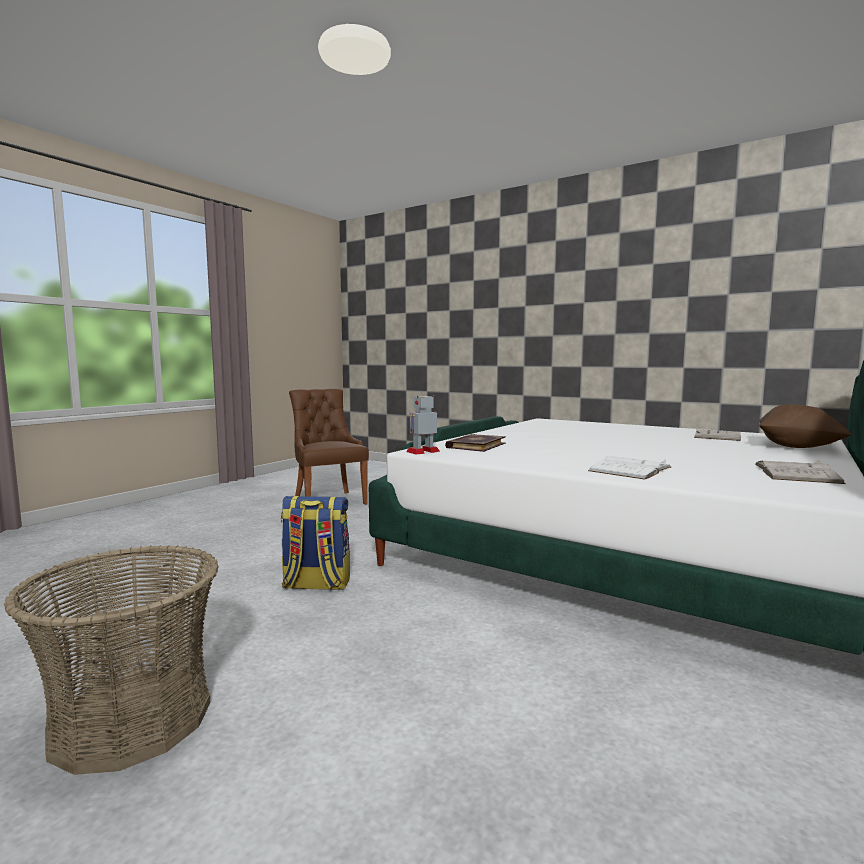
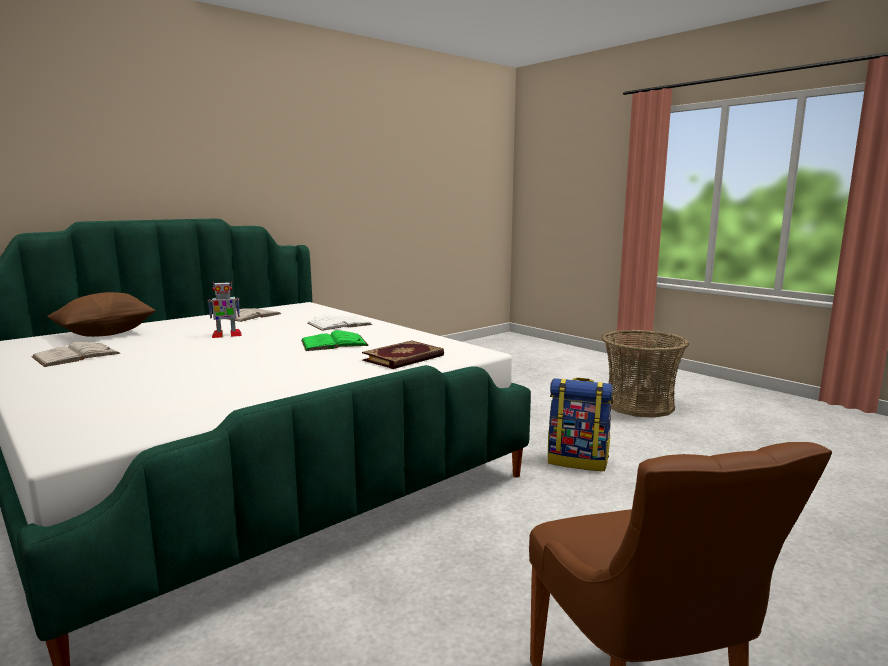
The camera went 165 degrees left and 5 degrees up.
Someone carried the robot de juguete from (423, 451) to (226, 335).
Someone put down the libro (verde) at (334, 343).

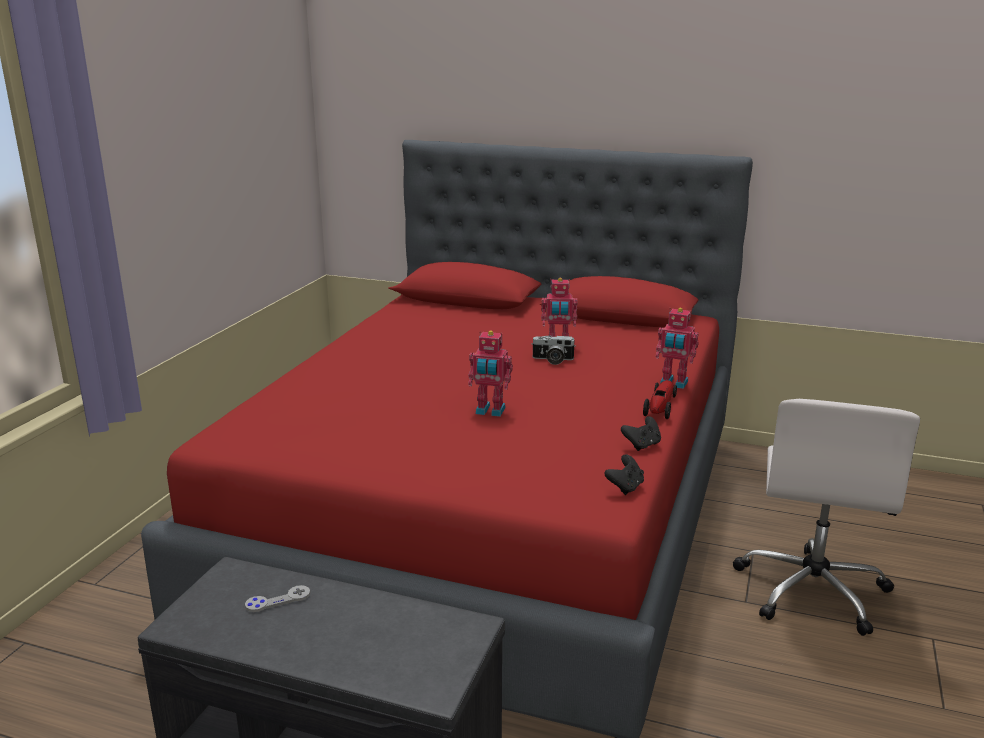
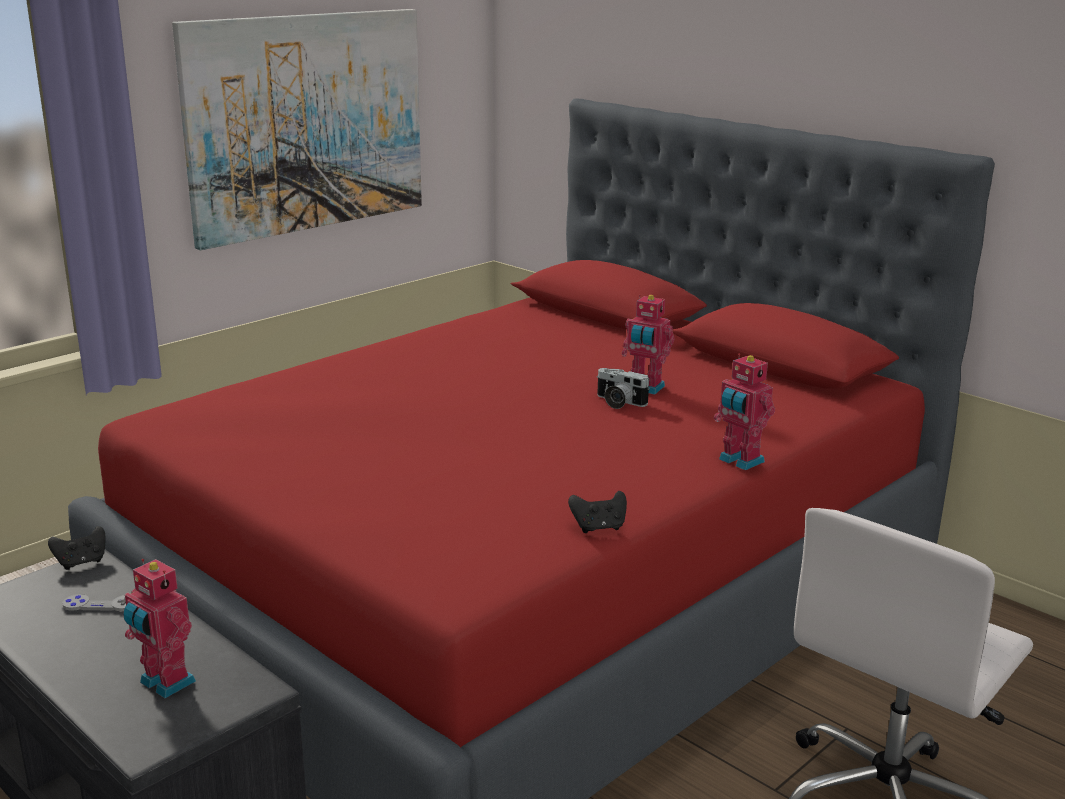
The camera went 25 degrees right and 0 degrees up.
Someone carried the mando de consola (negro) from (625, 487) to (81, 562).
Someone carried the robot de juguete from (490, 411) to (164, 683).
Someone put up the cuadro at (307, 123).
Someone took away the coche de juguete at (660, 406).

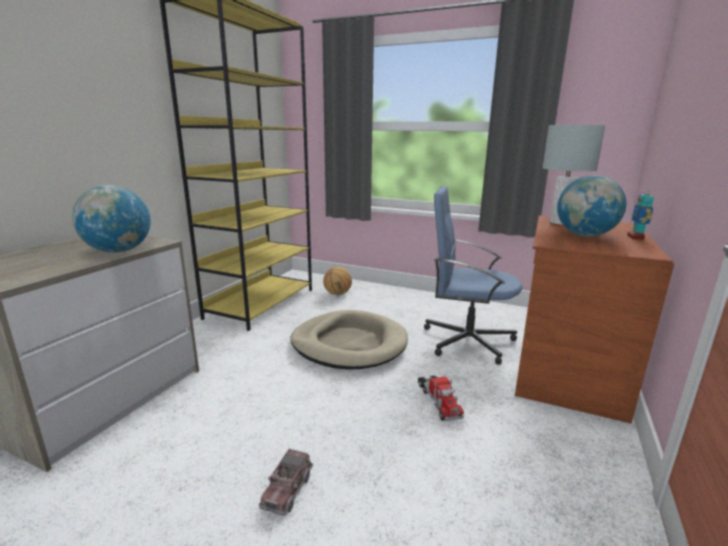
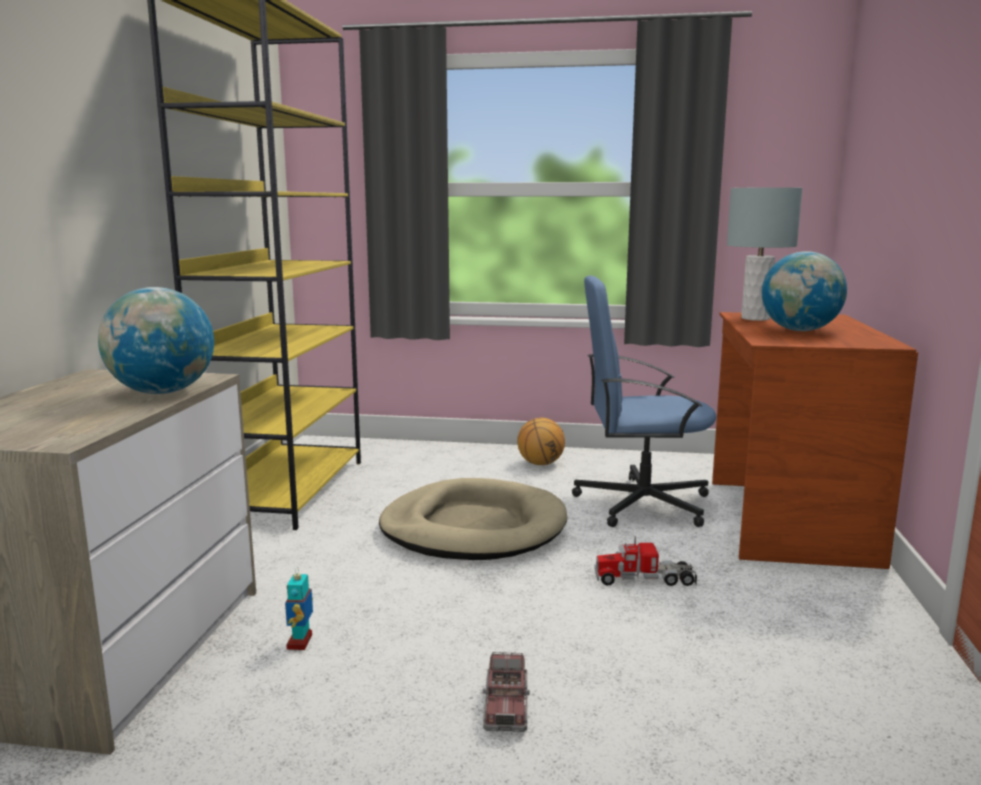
The camera went 15 degrees left and 5 degrees down.
Someone carried the robot de juguete from (636, 237) to (300, 642).
Someone carried the balón de baloncesto from (337, 294) to (540, 464).
Someone rotated the camión de juguete at (438, 401) by 120 degrees clockwise.

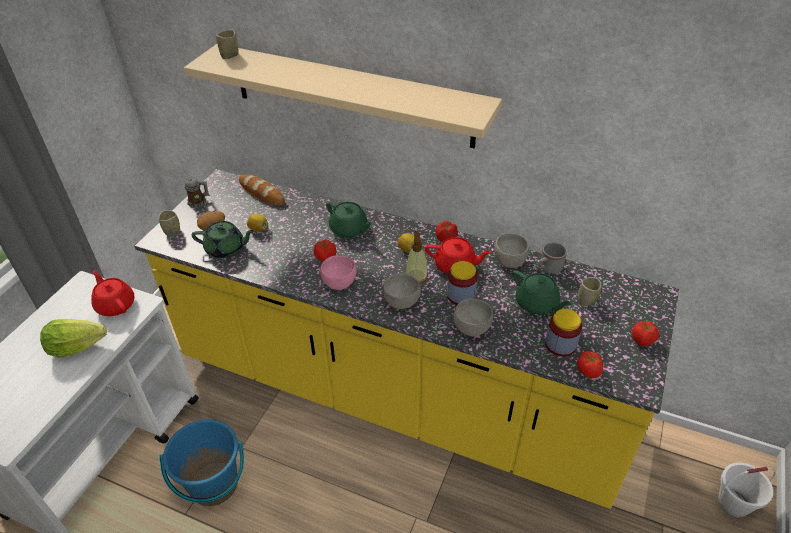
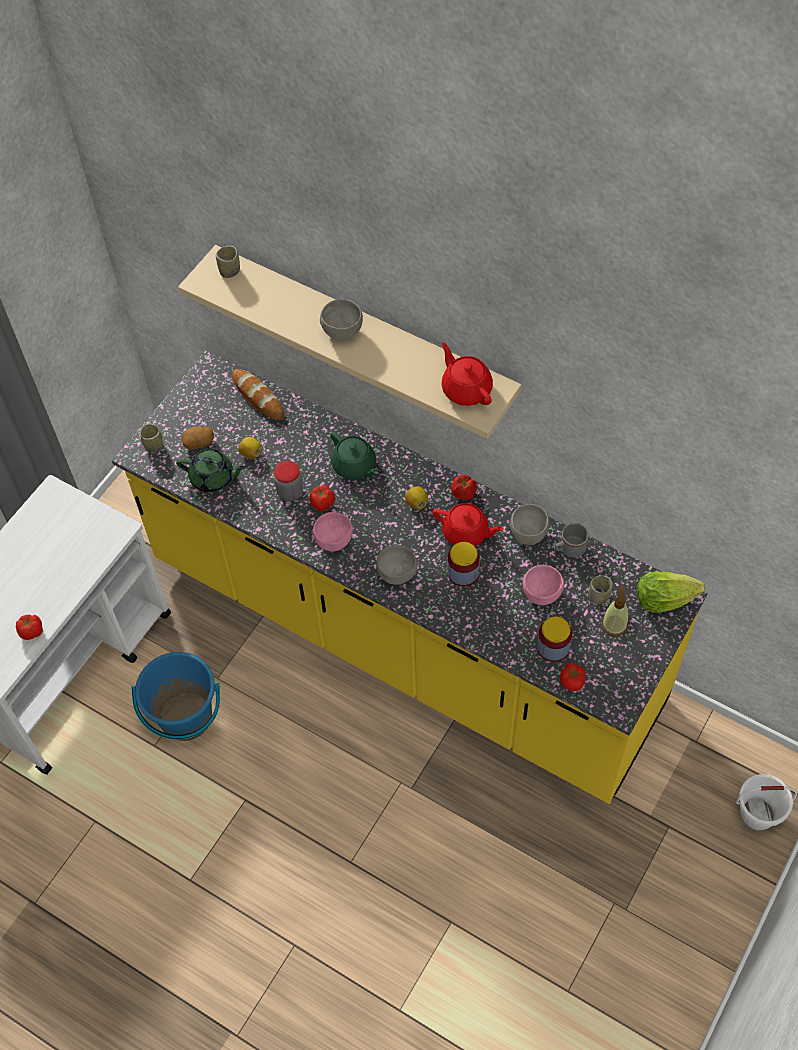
The camera went 10 degrees right and 15 degrees up.
Someone carried the tomate from (642, 340) to (32, 632).
Someone put down the tarro at (290, 492).
Someone carried the cuenco (gris) from (471, 327) to (342, 331).
Someone carried the tetera (rojo) from (115, 305) to (466, 389).
Someone swapped the tetera (verde) at (537, 304) for the cuenco (rosa) at (543, 594).
Someone carried the dispensador de jabón from (416, 276) to (614, 625).
Someone carried the lechuga from (76, 347) to (663, 599).
Someone took away the taza grande at (199, 202).

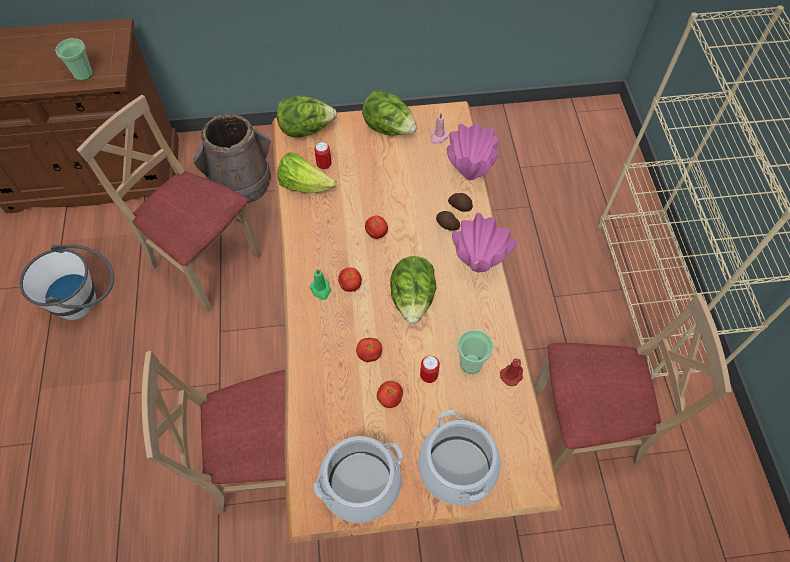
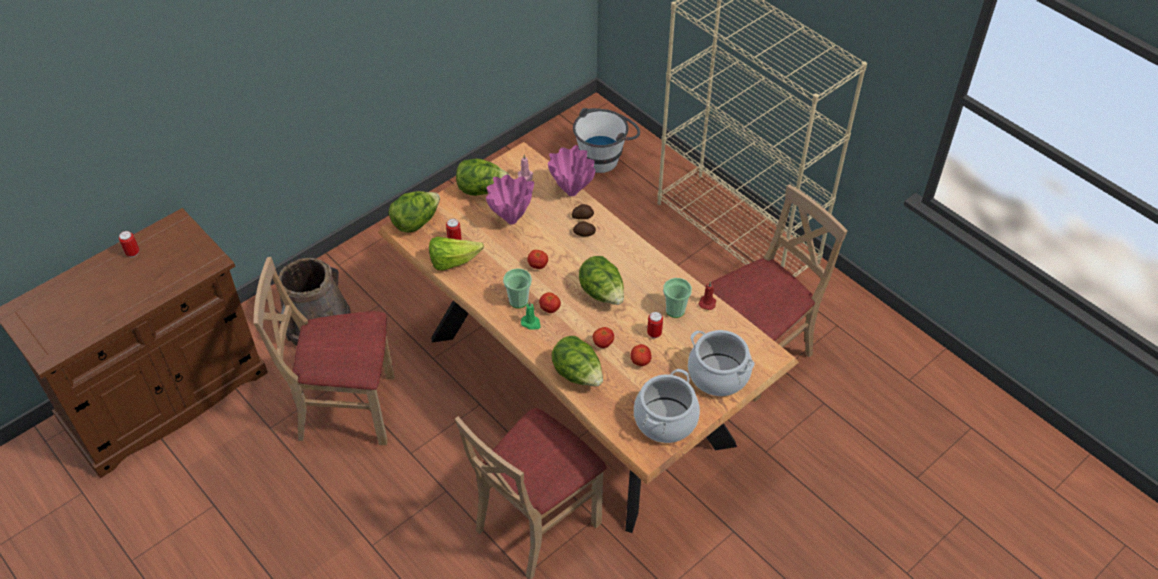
The camera went 35 degrees left and 10 degrees down.
Someone put down the lata at (132, 253).
Someone carried the florero (rosa) from (477, 266) to (510, 221).
Someone carried the taza from (83, 74) to (518, 301).
Someone put down the lechuga at (578, 374).
Someone carried the cubo (blanco) from (85, 300) to (605, 156).

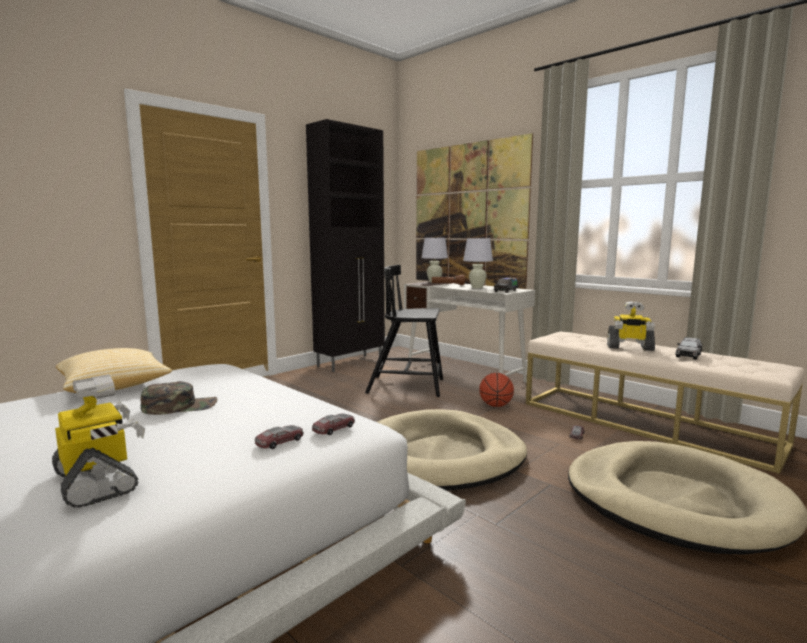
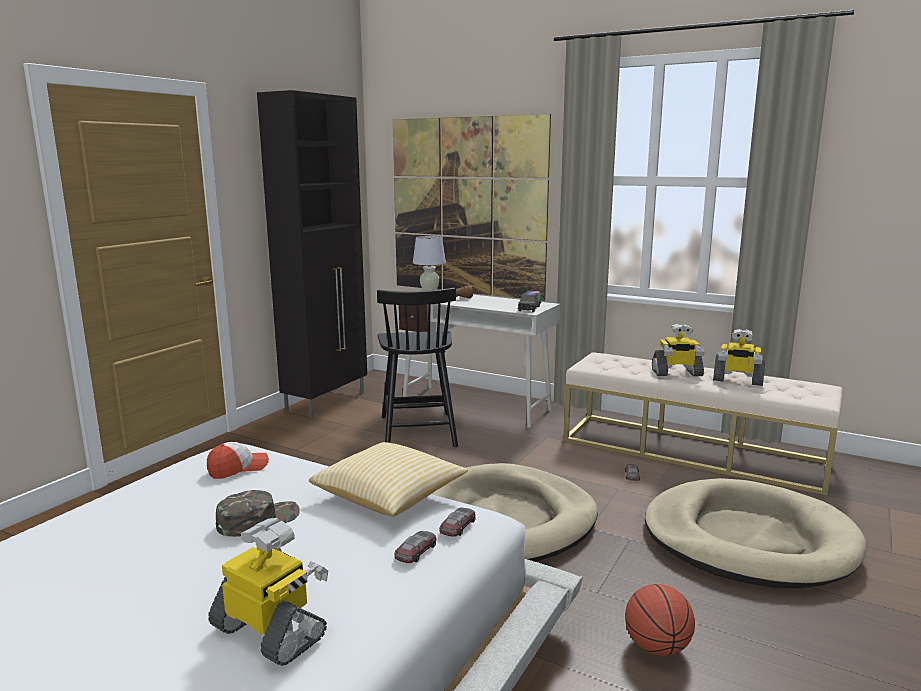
The camera went 15 degrees left and 5 degrees up.
Someone put down the gorra at (238, 469).
Someone carried the cojín from (115, 386) to (390, 496).
Someone rotated the silla (negro) at (407, 386) by 90 degrees counterclockwise.
Someone carried the balón de baloncesto from (496, 406) to (657, 648).
Someone swapped the coche de juguete (gris) at (688, 355) for the robot de juguete at (737, 380).
Someone took away the lámpara de mesa (blanco) at (477, 287).

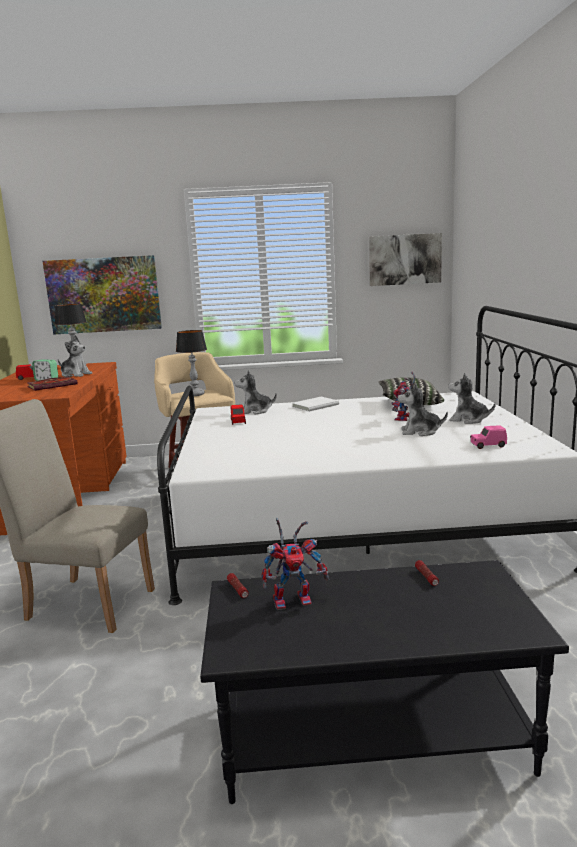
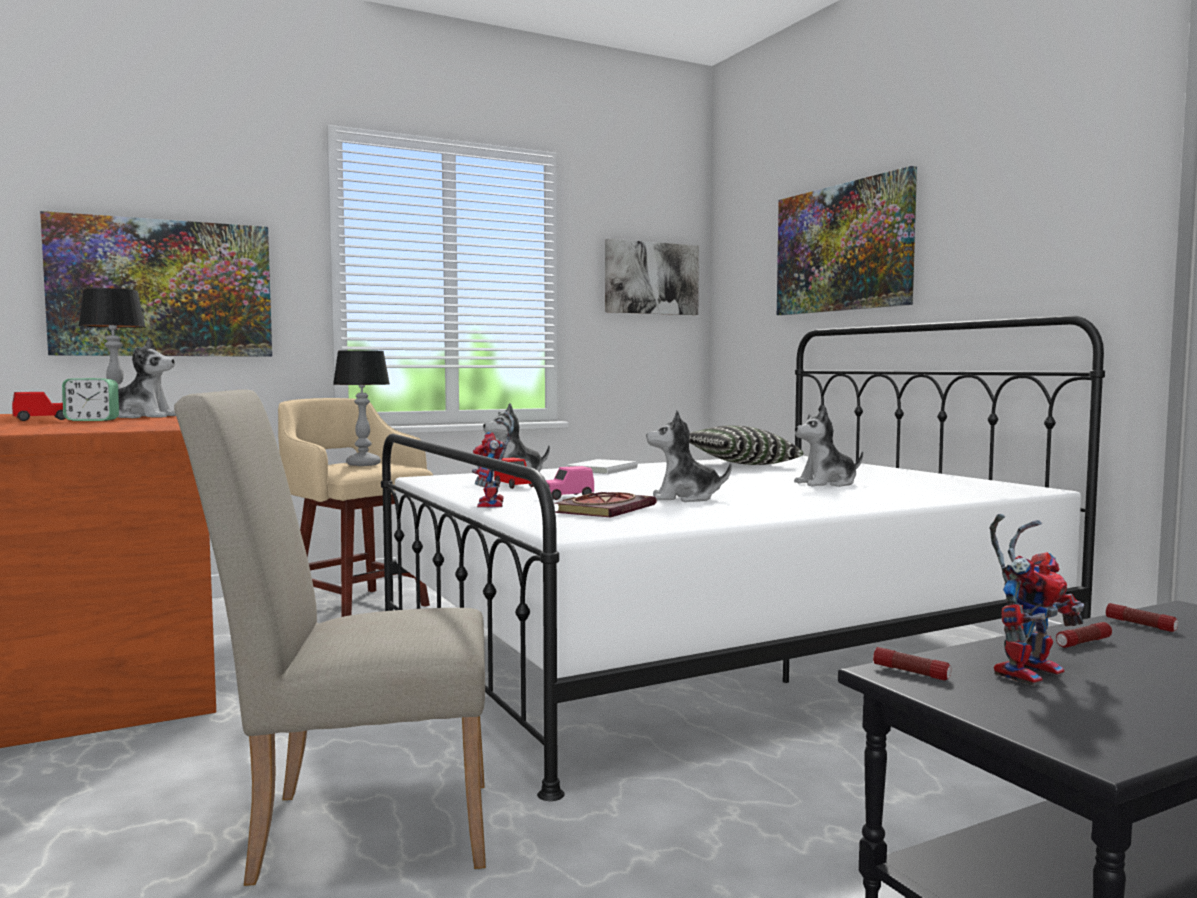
The camera went 25 degrees left and 10 degrees down.
Someone carried the robot de juguete from (403, 418) to (493, 505).
Someone carried the coche de juguete (rosa) from (488, 445) to (566, 497).
Someone carried the libro from (53, 385) to (605, 509).
Someone carried the peluche from (468, 420) to (685, 498).
Someone put up the cuadro at (842, 248).
Someone put down the linterna at (1083, 643).

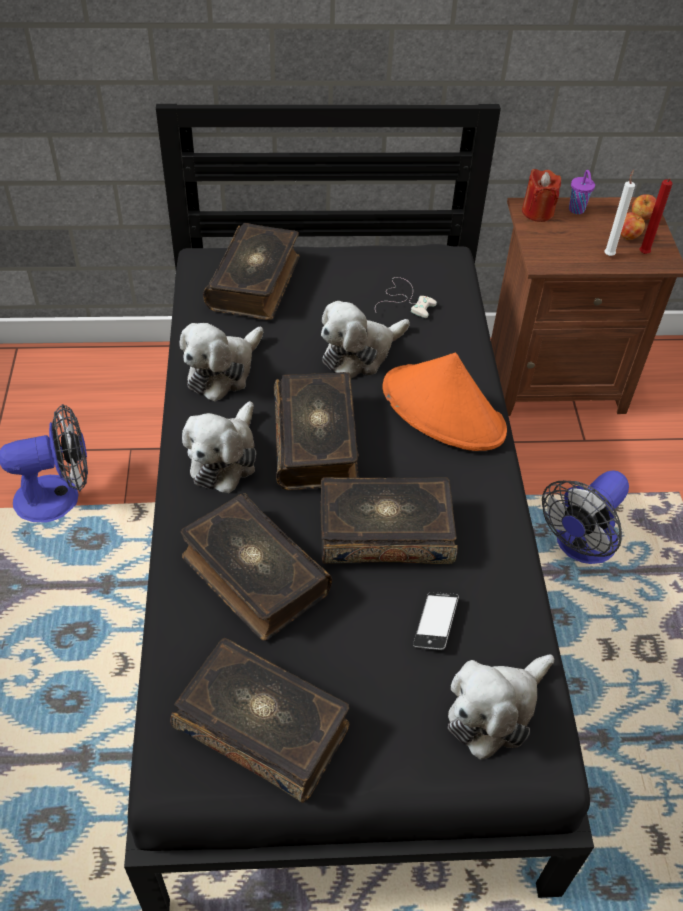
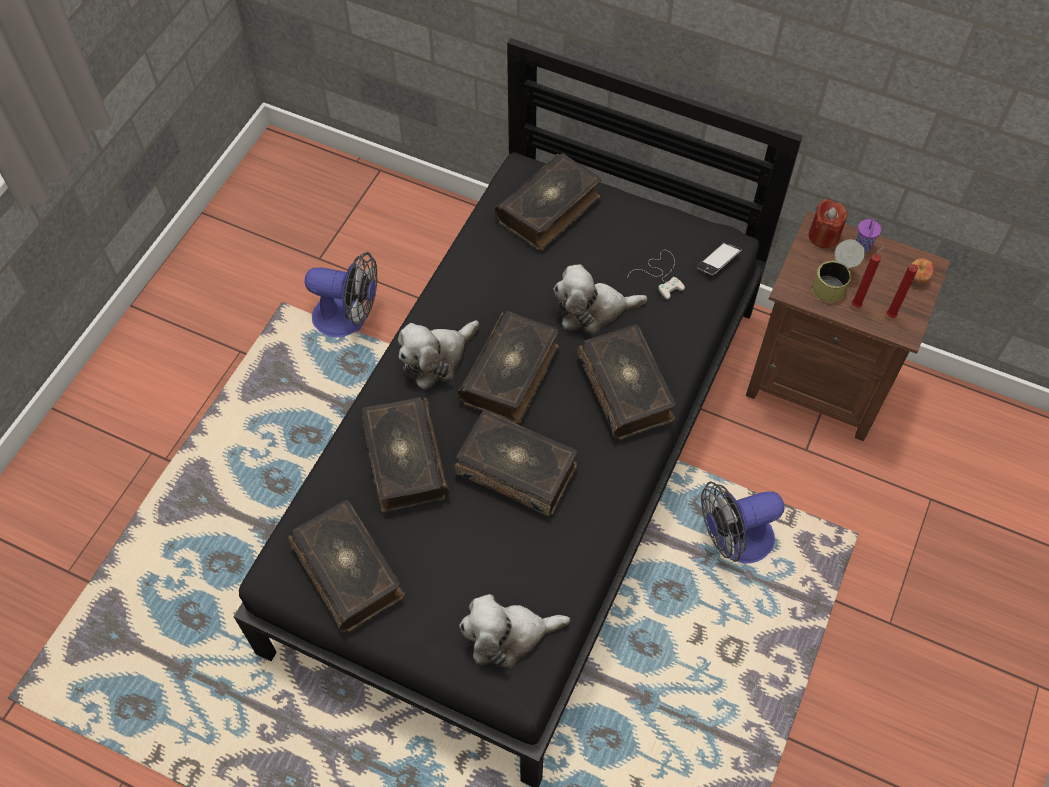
The camera went 30 degrees right and 10 degrees up.
Someone swapped the sombrero (naranja) at (444, 410) for the libro at (626, 389).
Someone carried the móvil from (435, 623) to (718, 261).
Someone put down the lata at (834, 282).
Someone repainted the vela (blanco) at (609, 254), which became the vela (rojo) at (857, 304).
Someone took away the peluche at (223, 371).
Someone took away the manzana at (628, 236).

